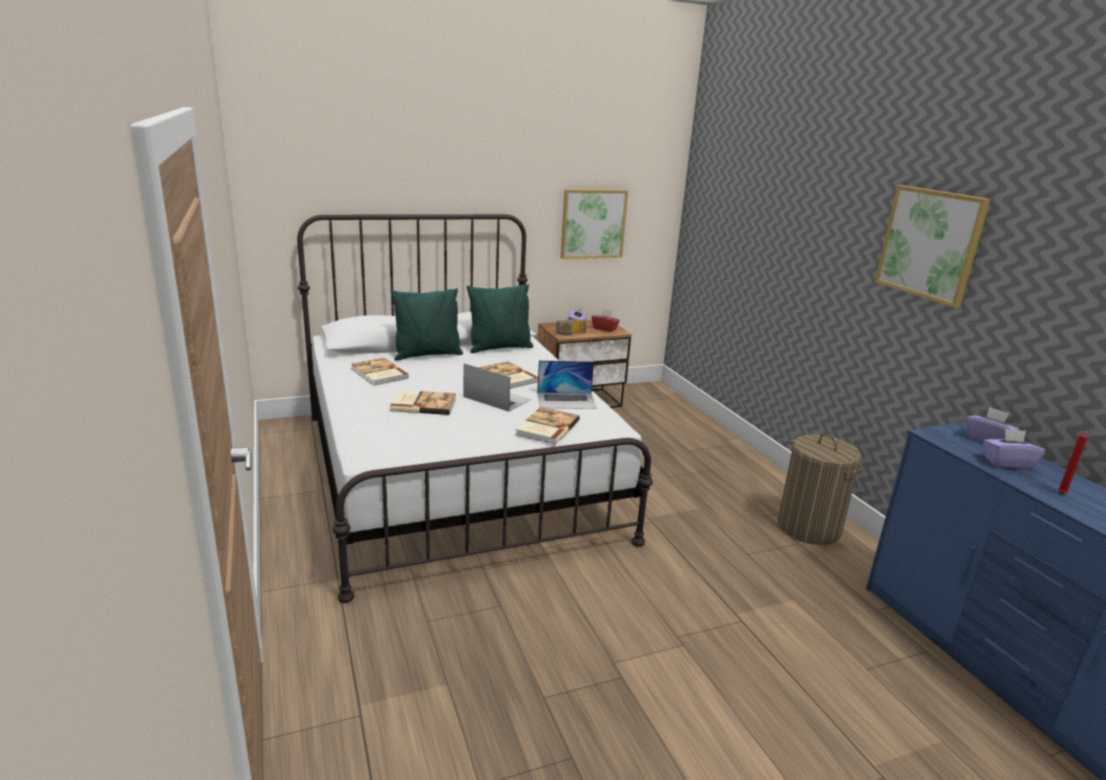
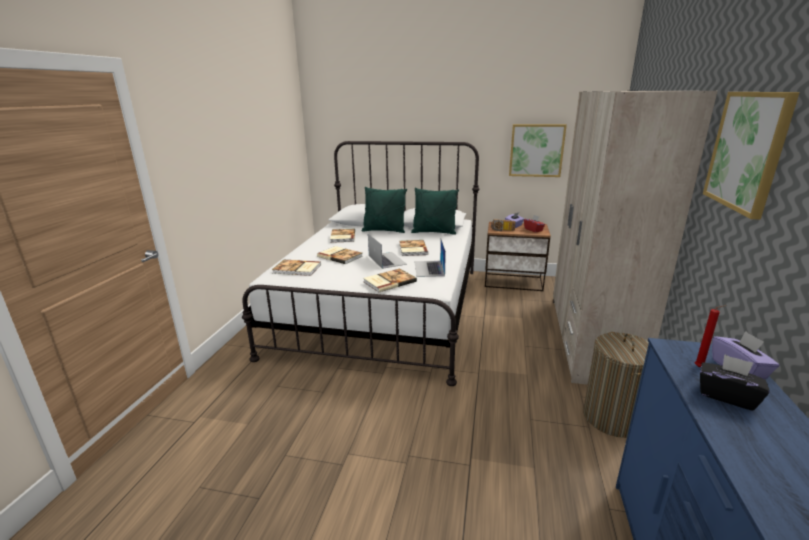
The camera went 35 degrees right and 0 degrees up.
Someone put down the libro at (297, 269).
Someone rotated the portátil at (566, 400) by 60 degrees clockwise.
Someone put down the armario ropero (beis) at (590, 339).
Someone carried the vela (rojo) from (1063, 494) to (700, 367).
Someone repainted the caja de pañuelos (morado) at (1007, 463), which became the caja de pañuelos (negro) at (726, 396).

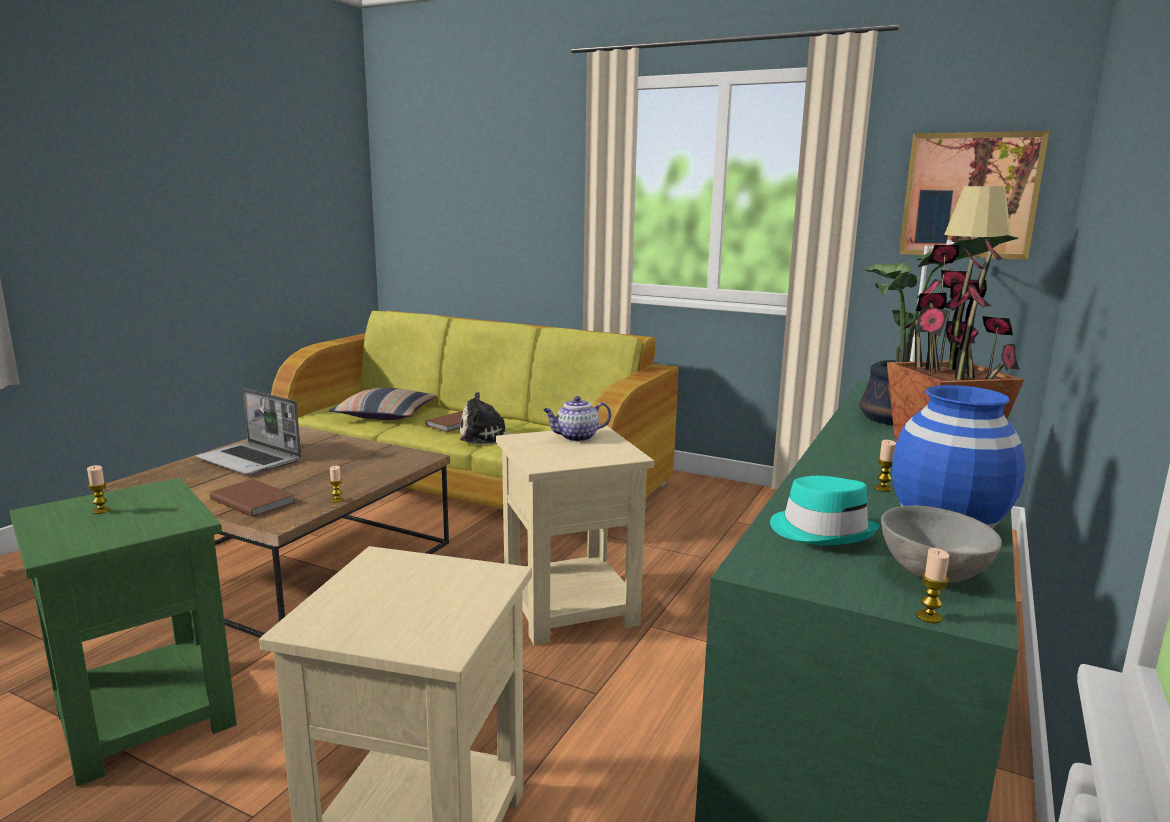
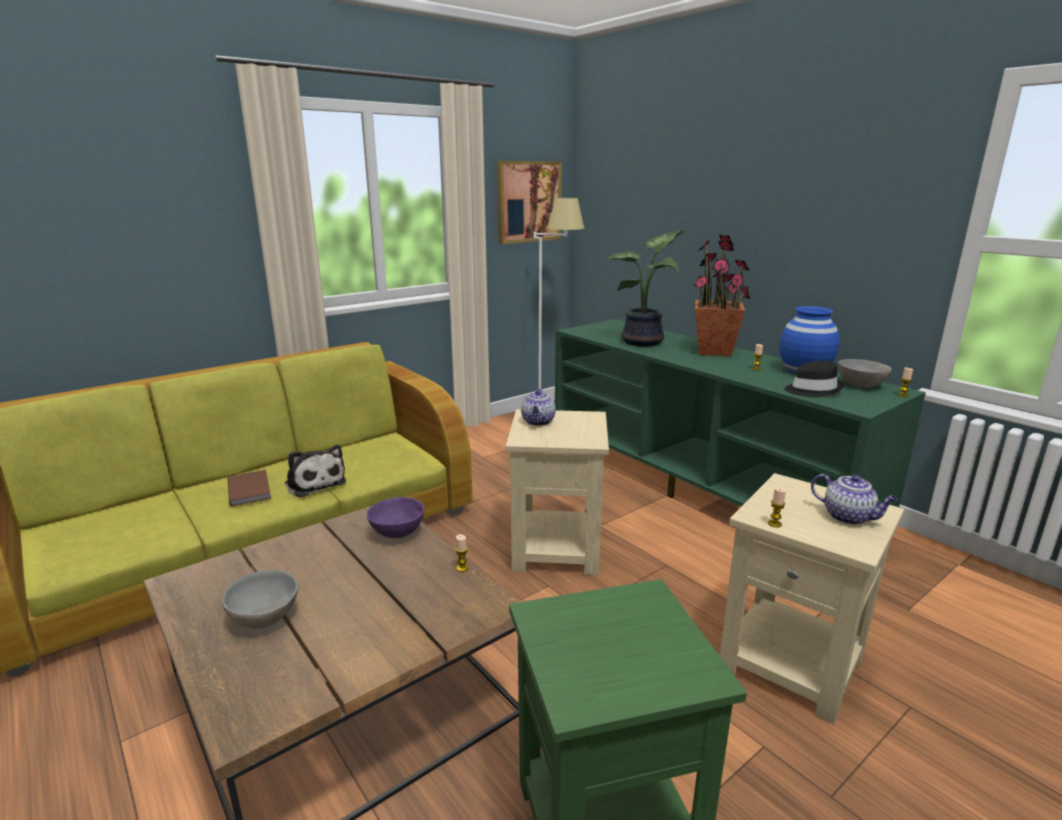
The camera went 65 degrees left and 5 degrees up.
Someone swapped the portátil at (251, 460) for the cuenco (gris) at (266, 617).
Someone rotated the peluche at (487, 437) by 60 degrees counterclockwise.
Someone put down the cuenco (morado) at (396, 533).
Someone carried the vela from (101, 511) to (774, 524).
Someone repainted the sombrero (turquesa) at (822, 531), which became the sombrero (negro) at (812, 390).
Someone put down the tetera at (849, 517).
Someone took away the libro (marrón) at (253, 500).
Someone took away the cojín at (385, 415).

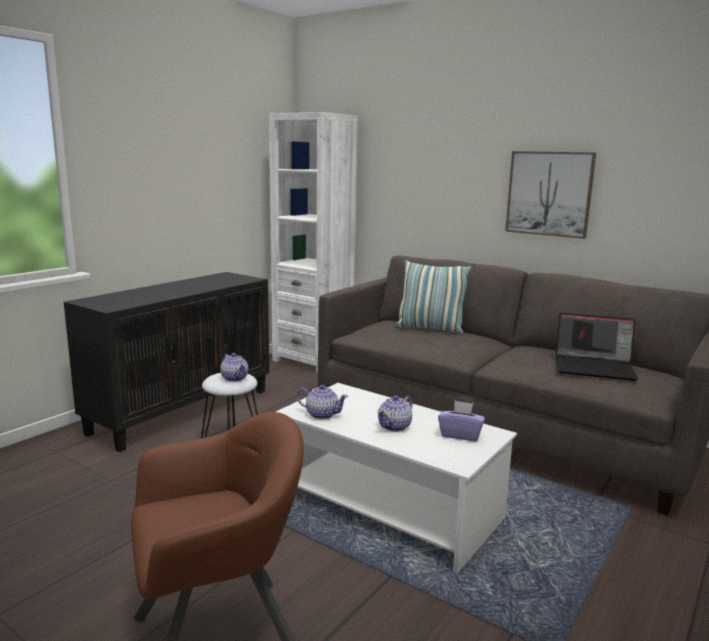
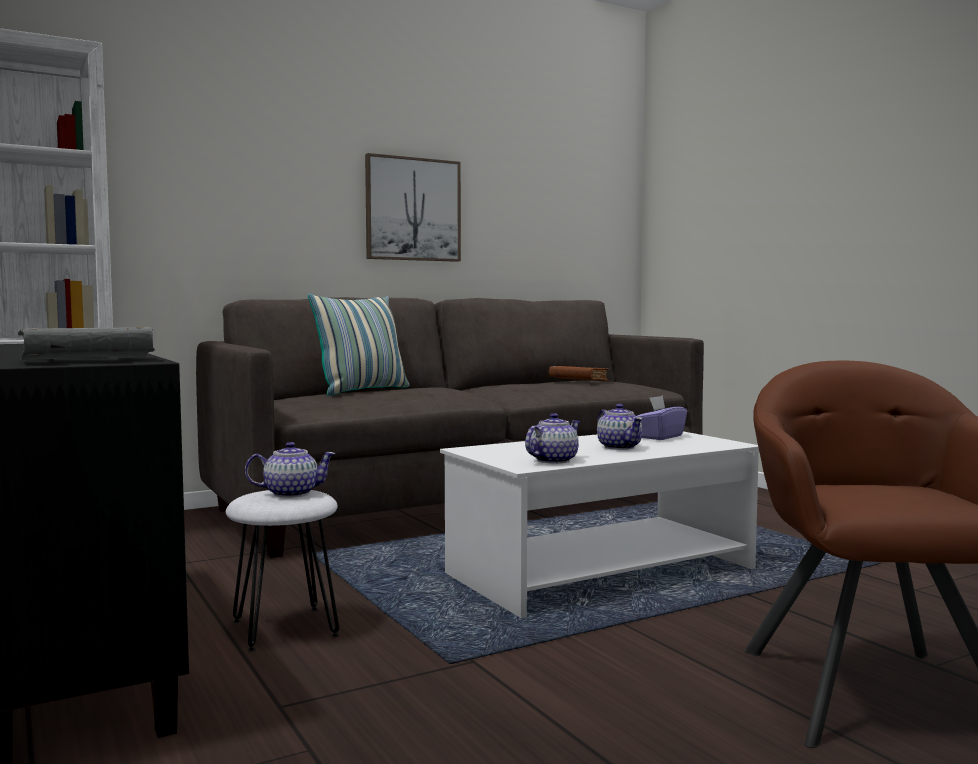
The camera went 65 degrees left and 10 degrees down.
Someone put down the libro (gris) at (87, 361).
Someone swapped the portátil at (595, 368) for the libro (marrón) at (578, 381).

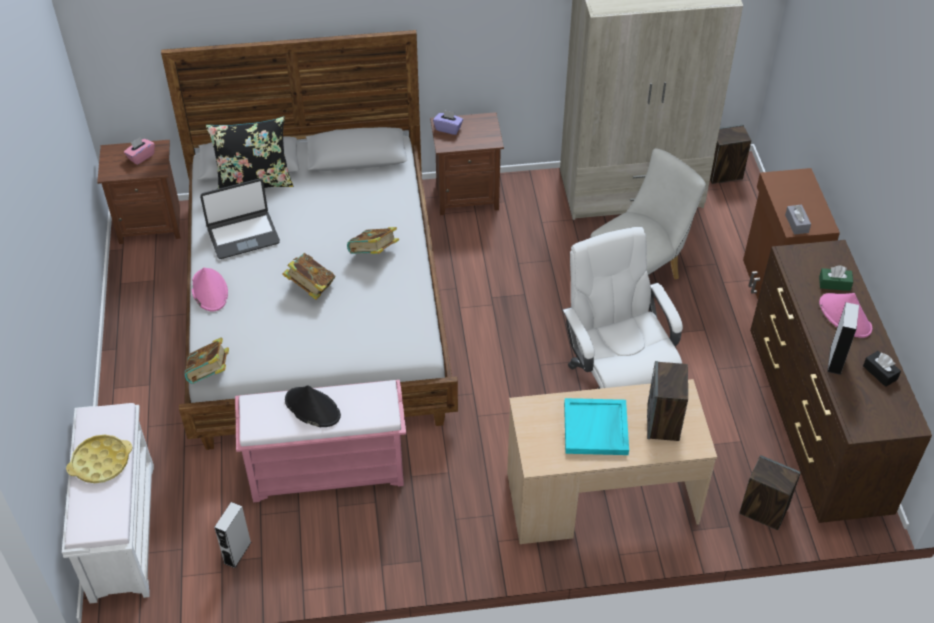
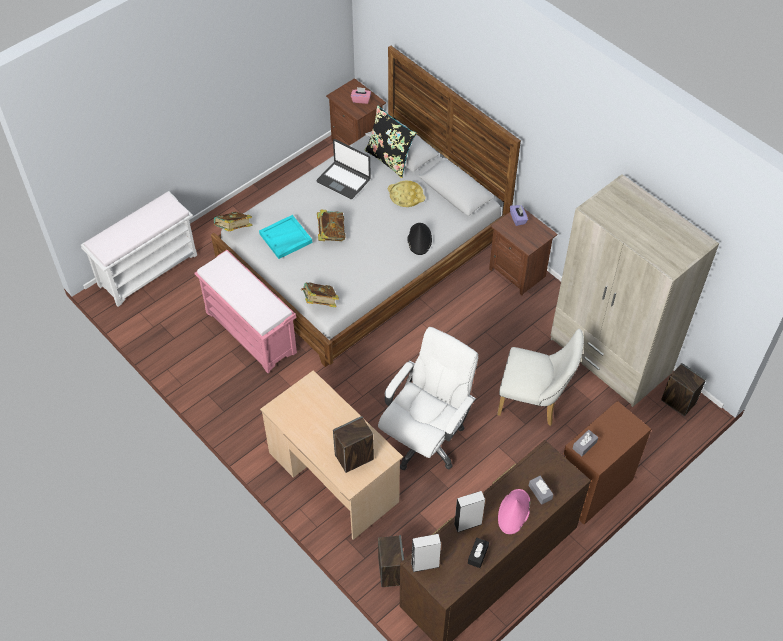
The camera went 55 degrees right and 5 degrees up.
Someone carried the bandeja (turquesa) from (596, 429) to (285, 238).
Someone carried the libro from (373, 254) to (320, 302).
Someone carried the bandeja (amarillo) from (101, 462) to (406, 196).
Someone carried the sombrero (negro) from (312, 408) to (419, 239).
Someone carried the altavoz (gris) from (237, 552) to (425, 564).
Someone repainted the caja de pañuelos (verde) at (834, 284), which became the caja de pañuelos (gris) at (540, 492).
Someone took away the sombrero (rosa) at (209, 290).

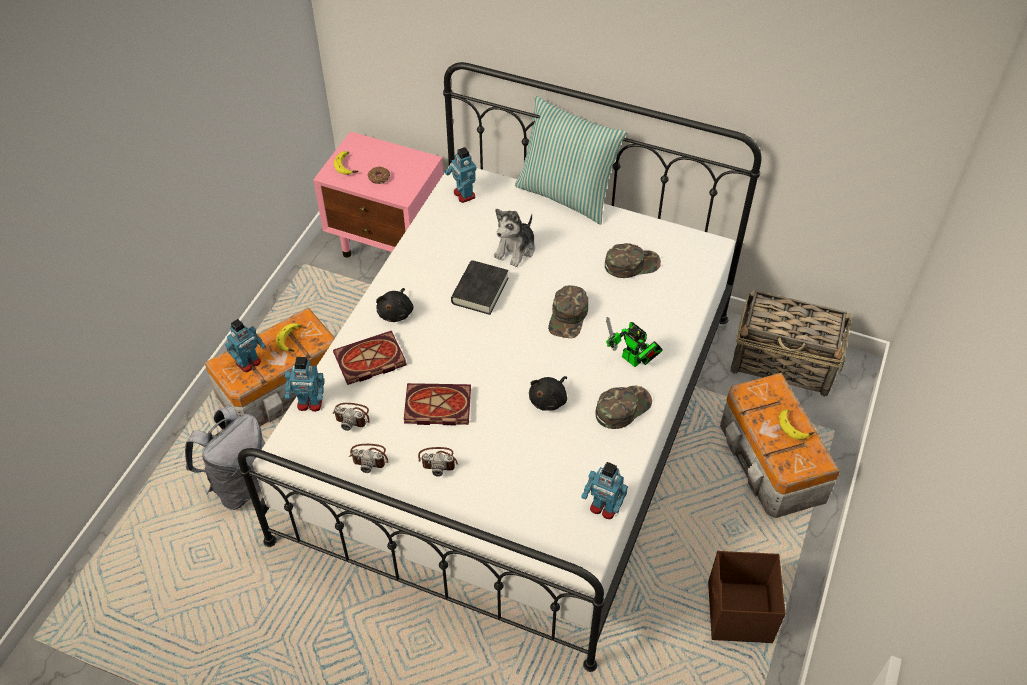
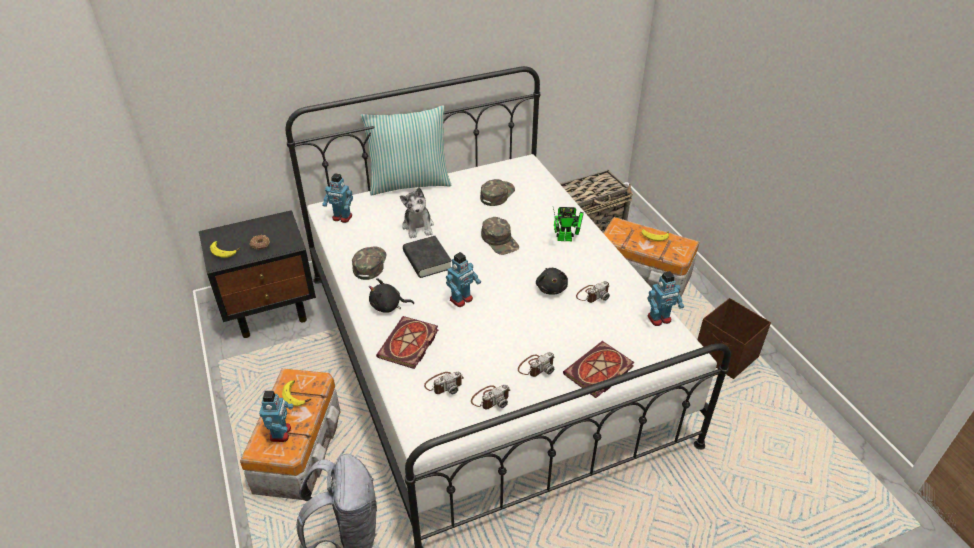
The camera went 45 degrees left and 10 degrees down.
Someone repainted the mesita de noche (rosa) at (389, 244), which became the mesita de noche (negro) at (271, 310).
Someone carried the gorra (verde) from (622, 407) to (369, 264).
Someone rotated the peluche (negro) at (396, 312) by 120 degrees clockwise.
Someone carried the robot de juguete from (310, 403) to (461, 299).
Someone carried the libro from (436, 407) to (598, 372).
Someone put down the cámara at (592, 295).

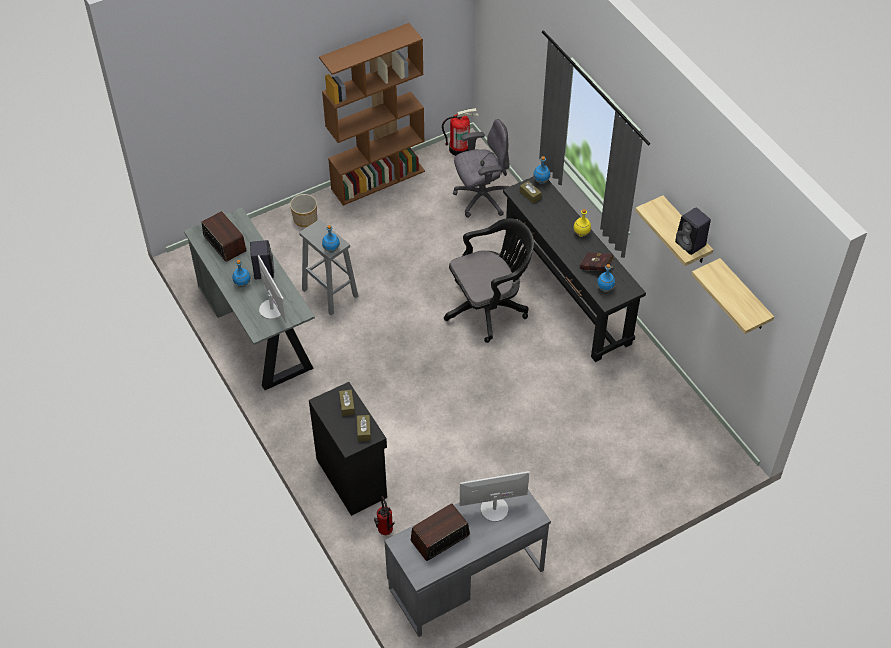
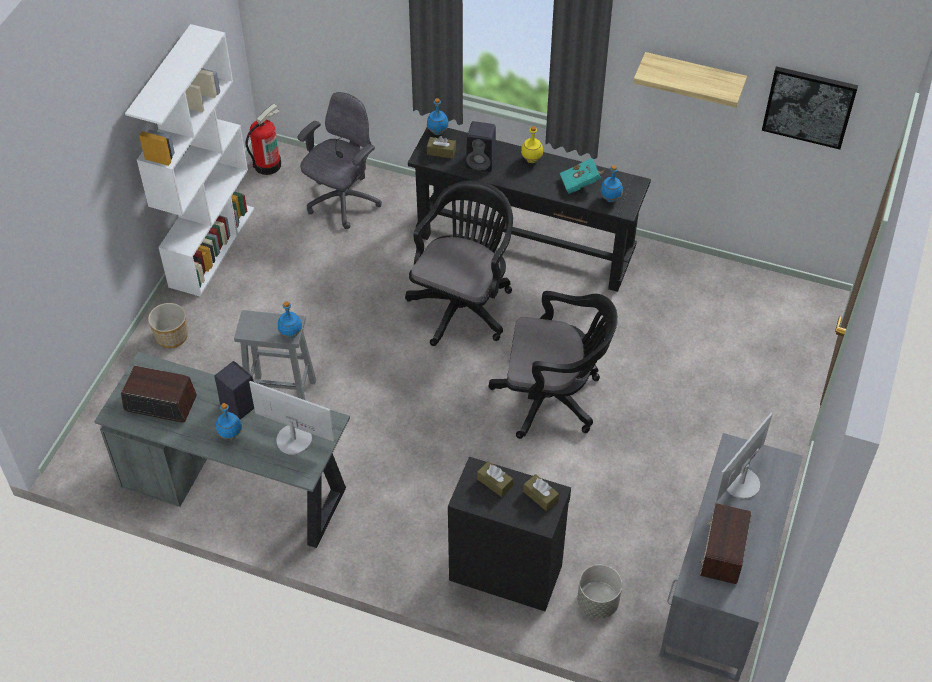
The camera went 40 degrees left and 0 degrees up.
Someone repainted the estantería (marrón) at (378, 179), which became the estantería (blanco) at (211, 246).
Someone carried the altavoz (negro) from (691, 244) to (482, 162).
Someone put down the silla de oficina (negro) at (553, 398).
Someone repainted the libro (rojo) at (597, 268), which became the libro (turquesa) at (581, 183).
Someone swapped the extintor at (385, 533) for the maceta (gris) at (597, 602).
Someone swapped the estante at (744, 296) for the cuadro at (809, 106).

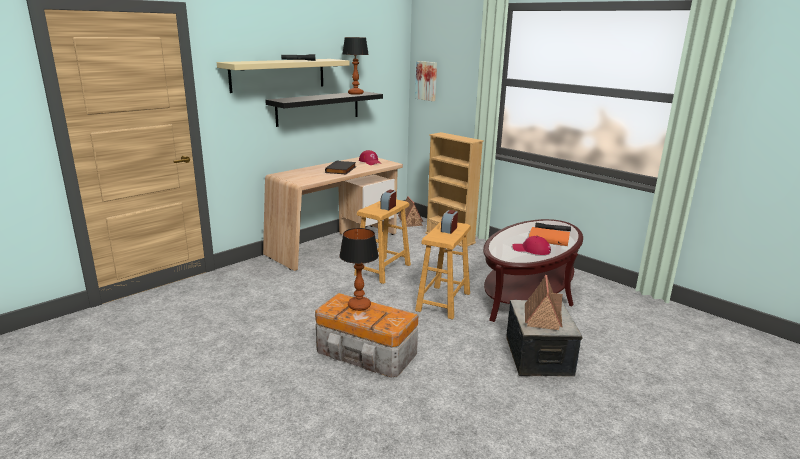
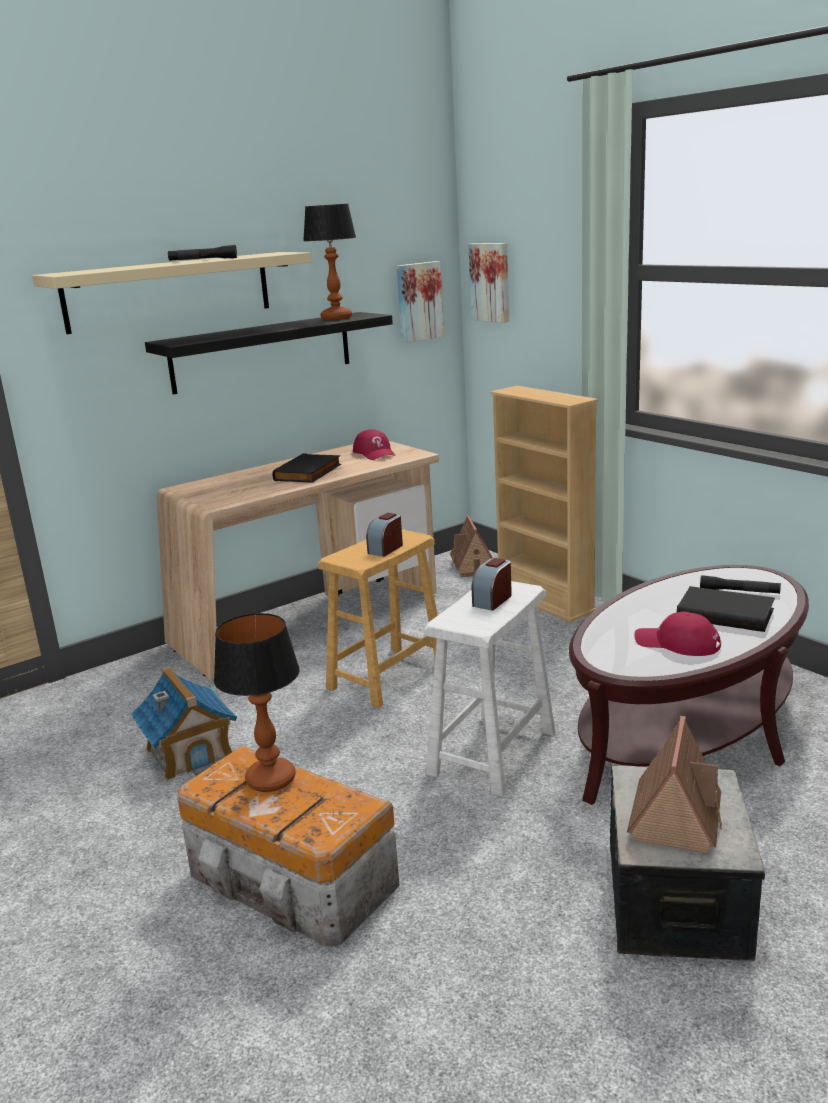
The camera went 10 degrees right and 0 degrees up.
Someone put down the casita at (190, 752).
Someone put up the cuadro at (418, 301).
Someone repainted the taburete (marrón) at (443, 302), which became the taburete (blanco) at (493, 753).
Someone repainted the libro (naranja) at (549, 238), which became the libro (negro) at (726, 613).

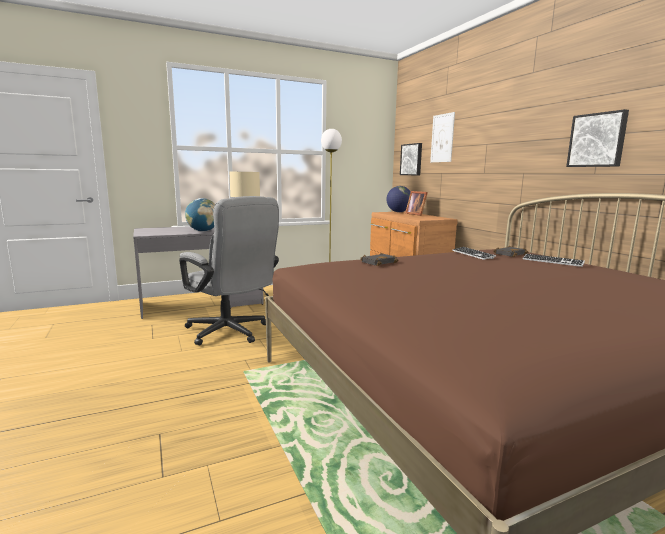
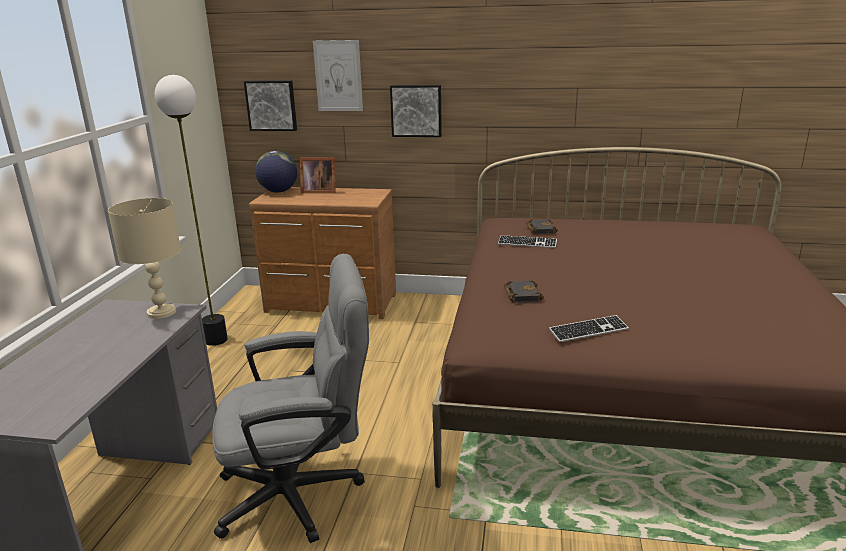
The camera went 55 degrees left and 10 degrees up.
Someone carried the cuadro from (597, 140) to (416, 110).
Someone carried the teclado from (552, 261) to (588, 330).
Someone took away the globo terráqueo at (203, 231).

